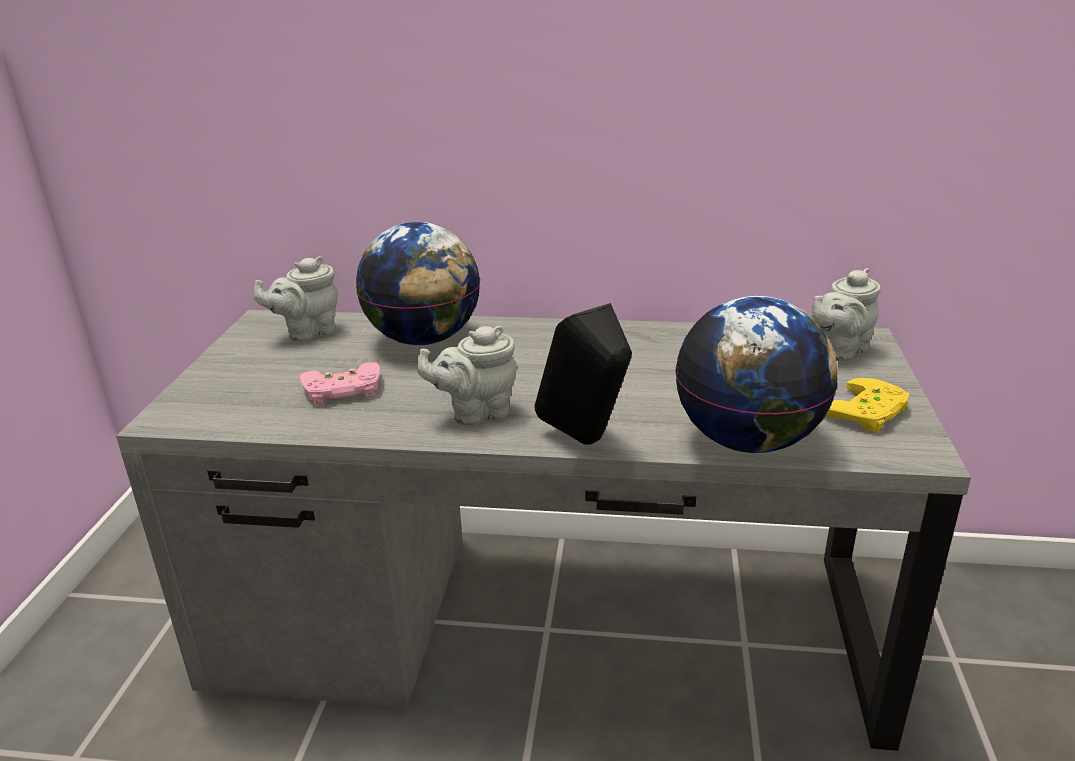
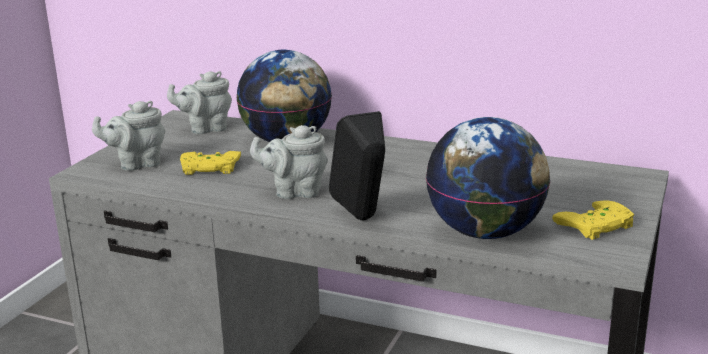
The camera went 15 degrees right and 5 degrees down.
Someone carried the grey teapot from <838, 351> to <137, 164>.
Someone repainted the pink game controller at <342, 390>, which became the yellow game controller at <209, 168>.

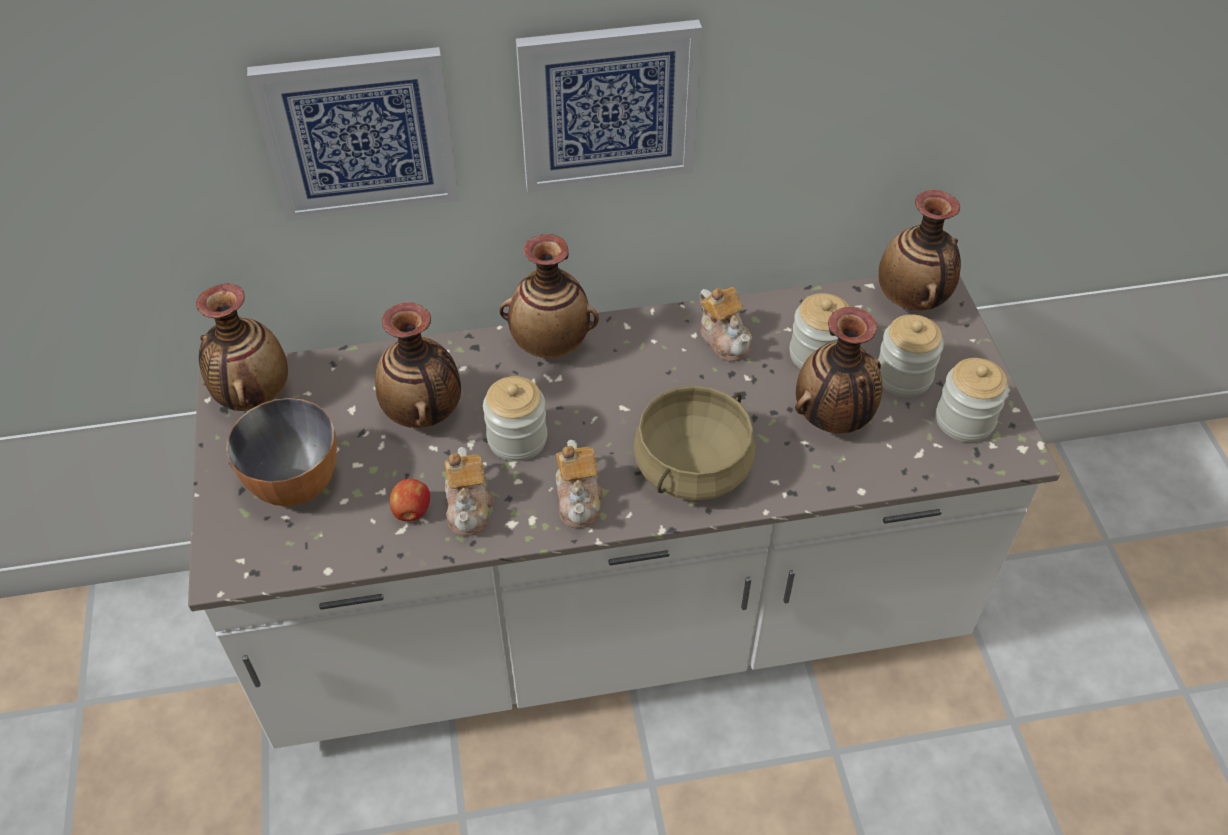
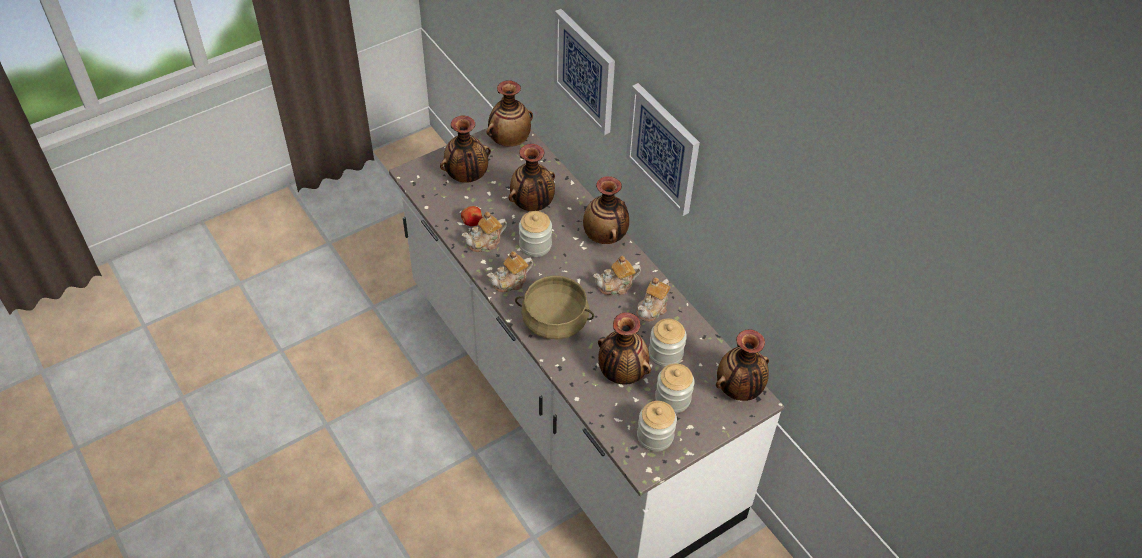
The camera went 65 degrees right and 0 degrees up.
Someone put down the teapot at <616, 285>.
Someone swapped the bowl at <295, 484> for the vase at <467, 176>.

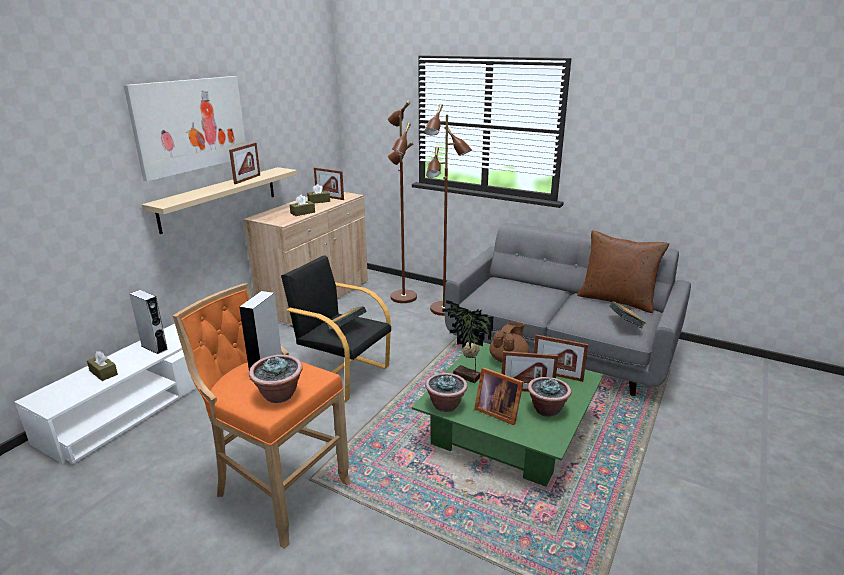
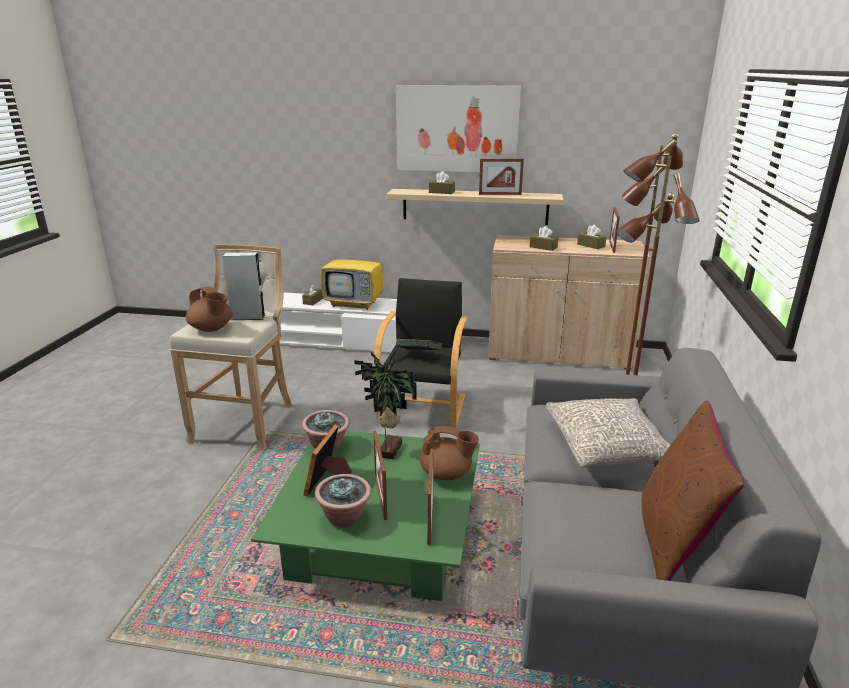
The camera went 70 degrees right and 0 degrees up.
Someone took away the book at <625, 325>.
Someone put down the brown tissue box at <441, 192>.
Someone put down the grey pillow at <608, 446>.
Someone swapped the grey speaker at <154, 347> for the television at <355, 304>.
Someone swapped the potted plant at <279, 395> for the brown teapot at <211, 329>.
Someone repainted the orange stool at <277, 491>, which became the beige stool at <247, 421>.

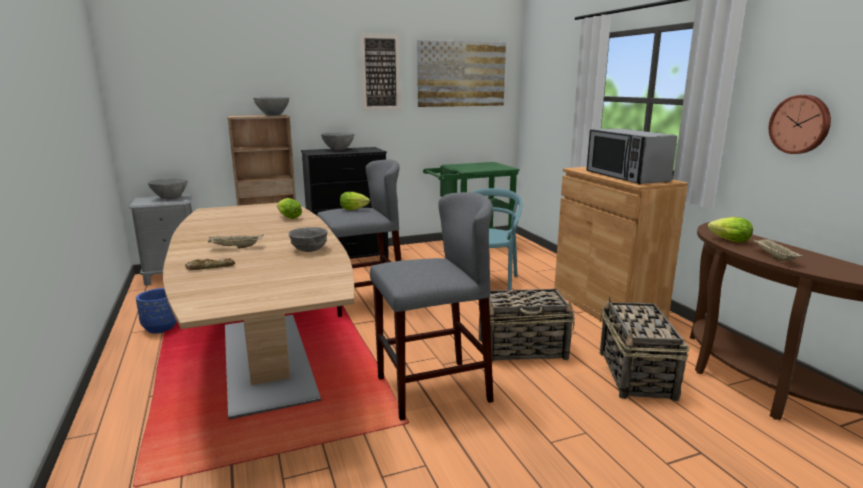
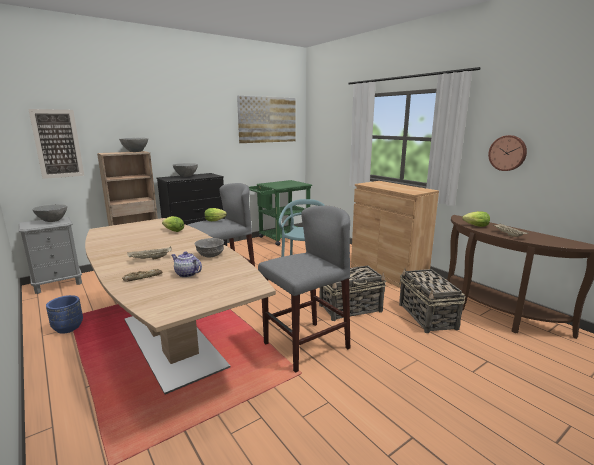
The camera went 15 degrees left and 0 degrees up.
Someone took away the microwave at <626, 177>.
Someone put down the teapot at <186, 274>.
Someone carried the picture from <380, 72> to <57, 144>.

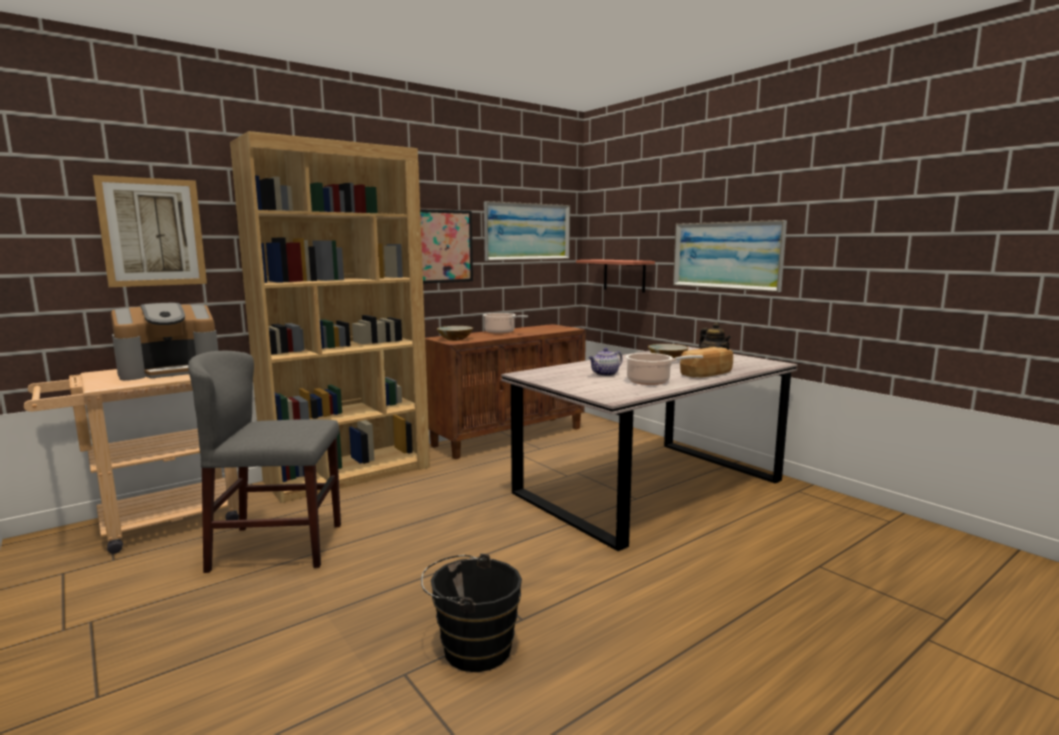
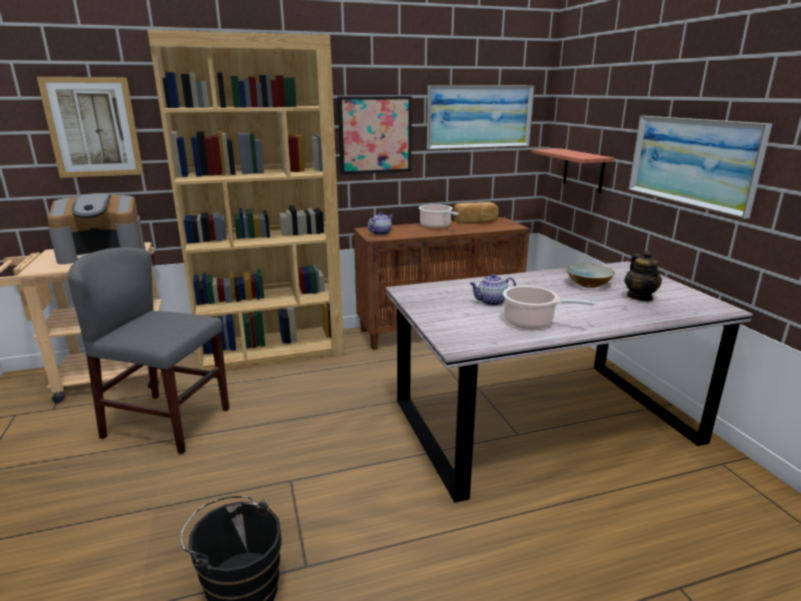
The camera went 20 degrees right and 10 degrees up.
Someone carried the bread from <707, 374> to <476, 222>.
Someone swapped the bowl at <455, 339> for the teapot at <380, 233>.

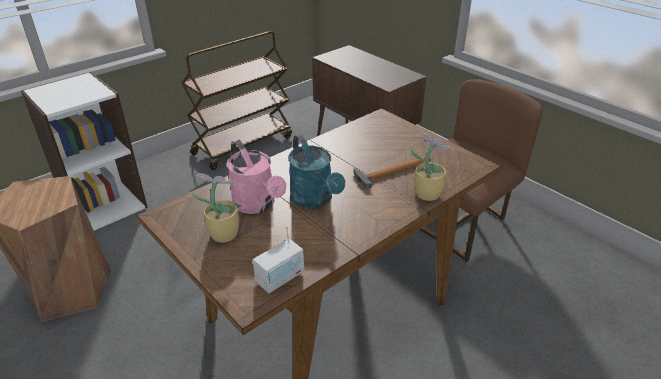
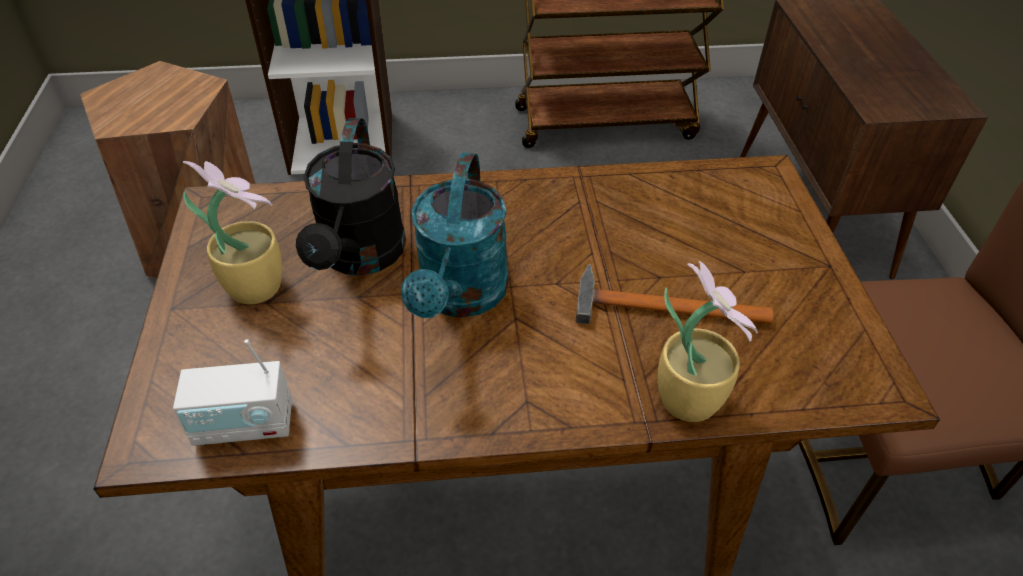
The camera went 35 degrees right and 10 degrees up.
Someone repainted the pink watering can at <257, 205>, which became the black watering can at <360, 257>.

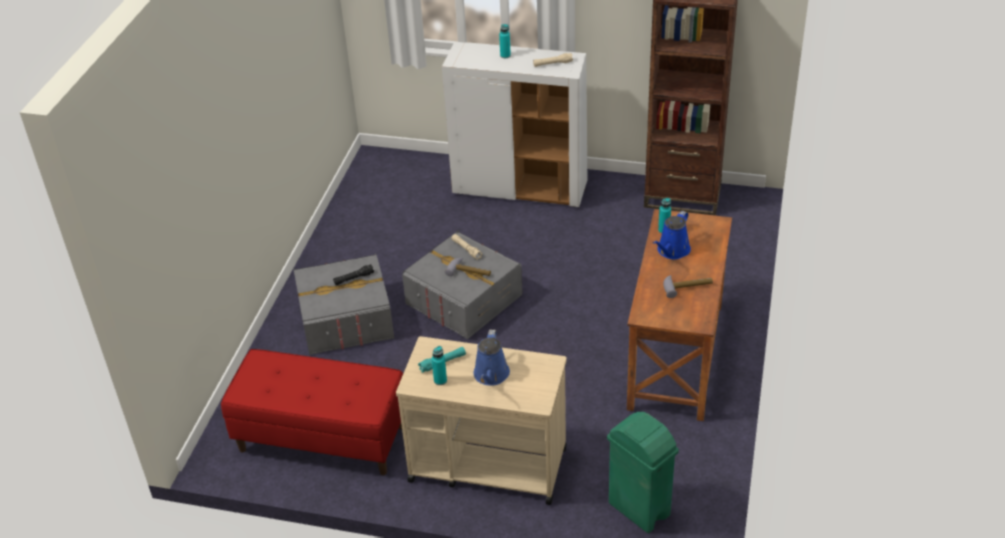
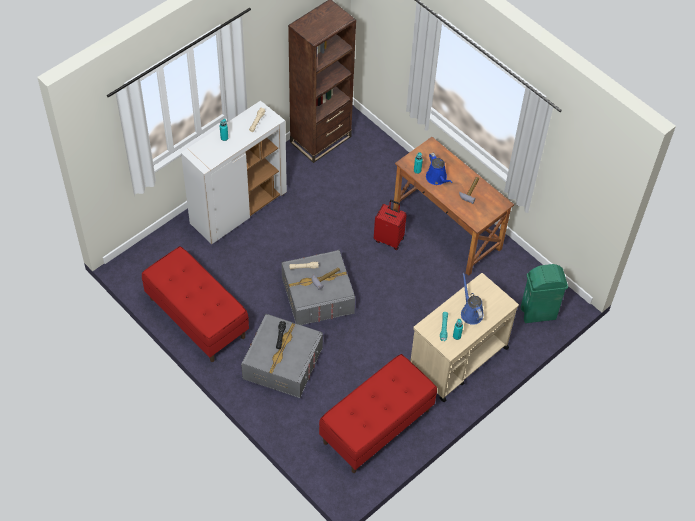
The camera went 60 degrees left and 15 degrees up.
Someone put down the red bench at <196, 318>.
Someone put down the red suitcase at <389, 239>.
Someone rotated the blue watering can at <491, 375> by 150 degrees counterclockwise.

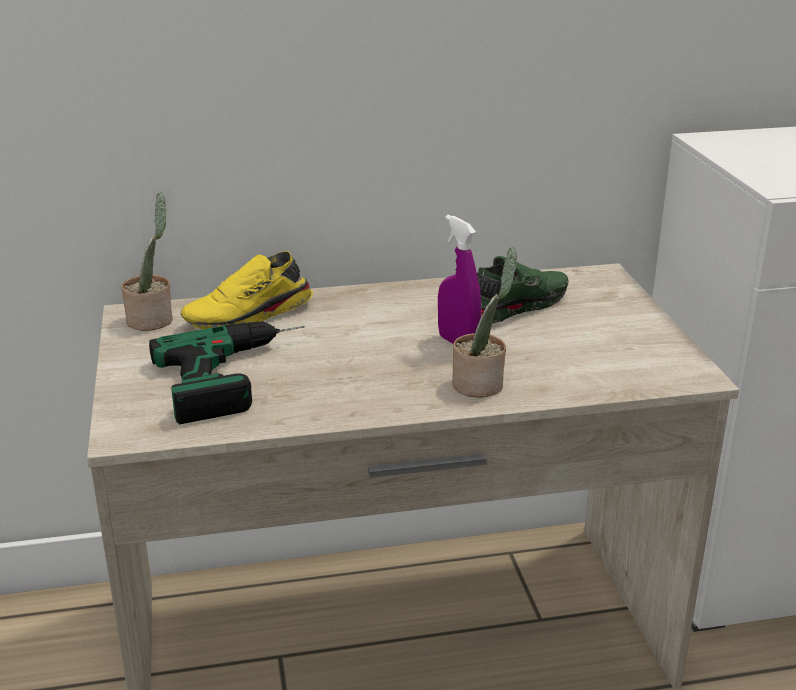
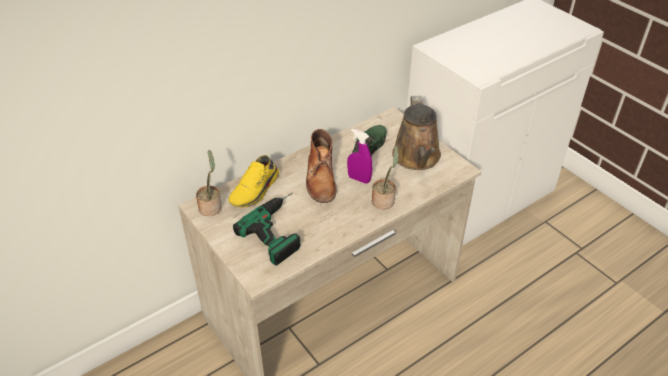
The camera went 25 degrees left and 15 degrees up.
Someone put down the brown boot at <321, 178>.
Someone put down the brown watering can at <417, 158>.

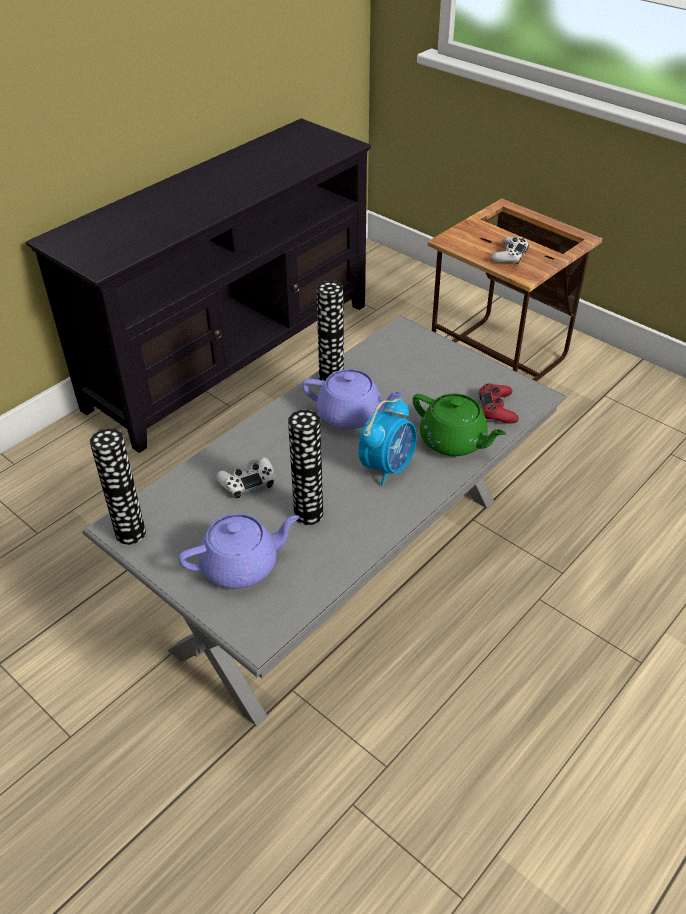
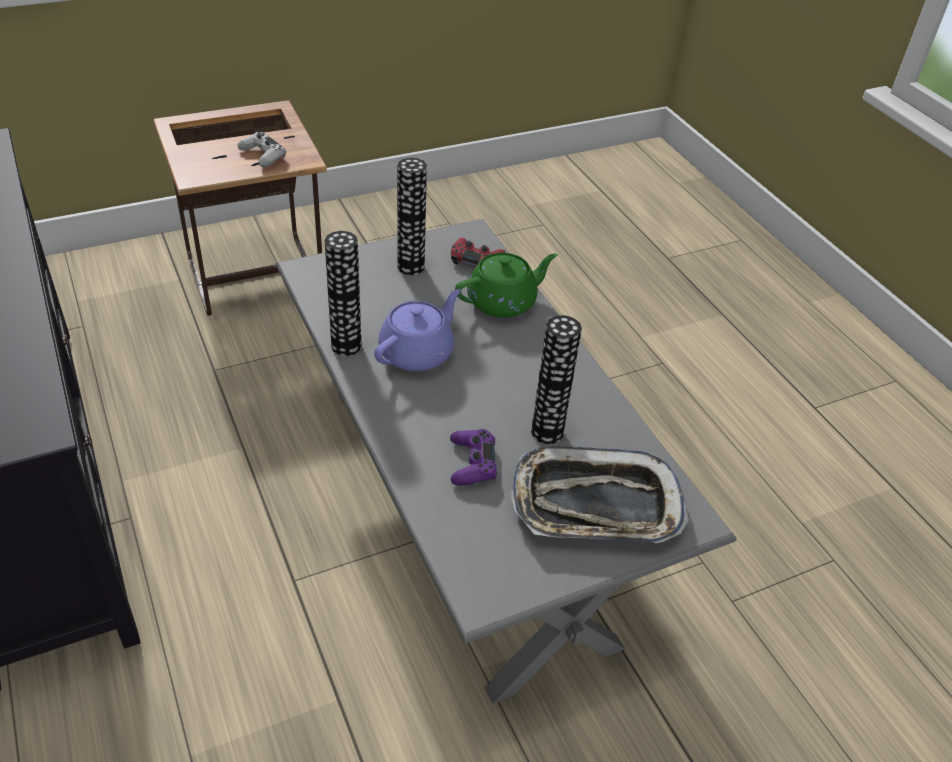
The camera went 70 degrees left and 0 degrees up.
Someone took away the alarm clock at <387, 467>.
Someone carried the vase from <130, 533> to <410, 267>.
Someone swapped the purple teapot at <242, 565> for the tray at <595, 505>.
Someone repainted the white game controller at <248, 482>, which became the purple game controller at <472, 463>.

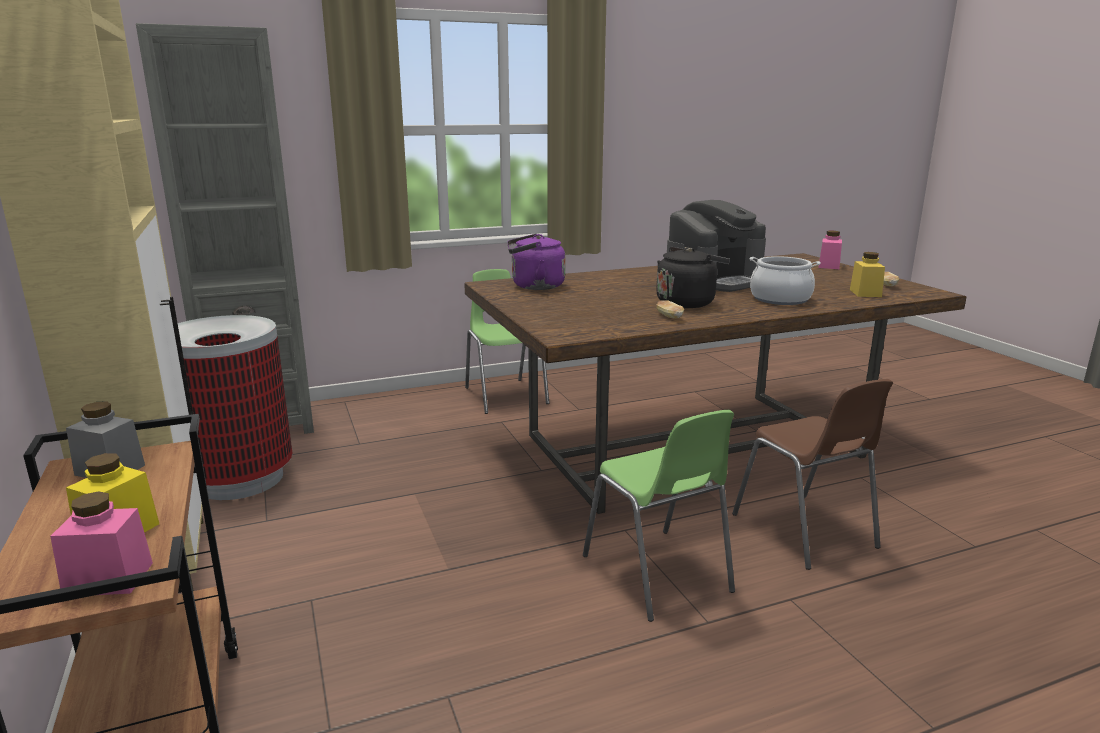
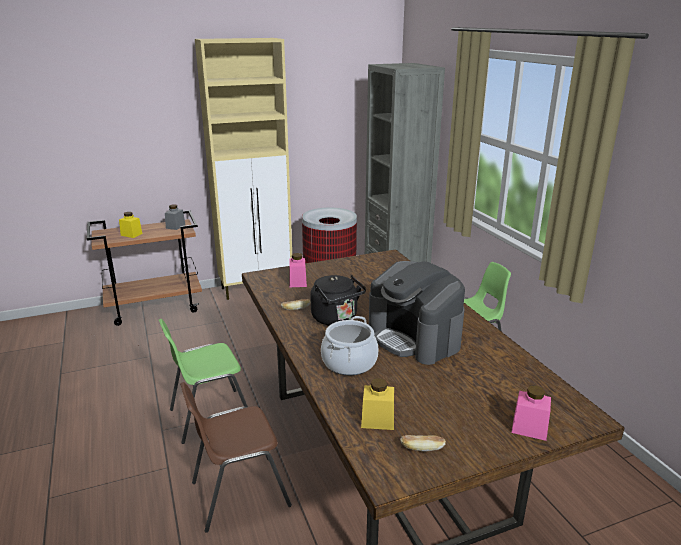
The camera went 90 degrees right and 5 degrees up.
Someone took away the purple kettle at <534, 286>.
Someone carried the pink jar from <108, 579> to <298, 282>.

